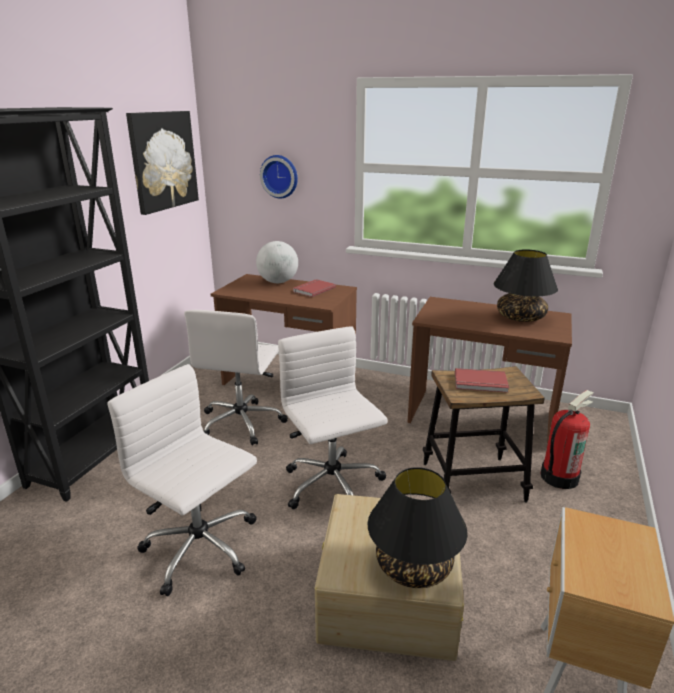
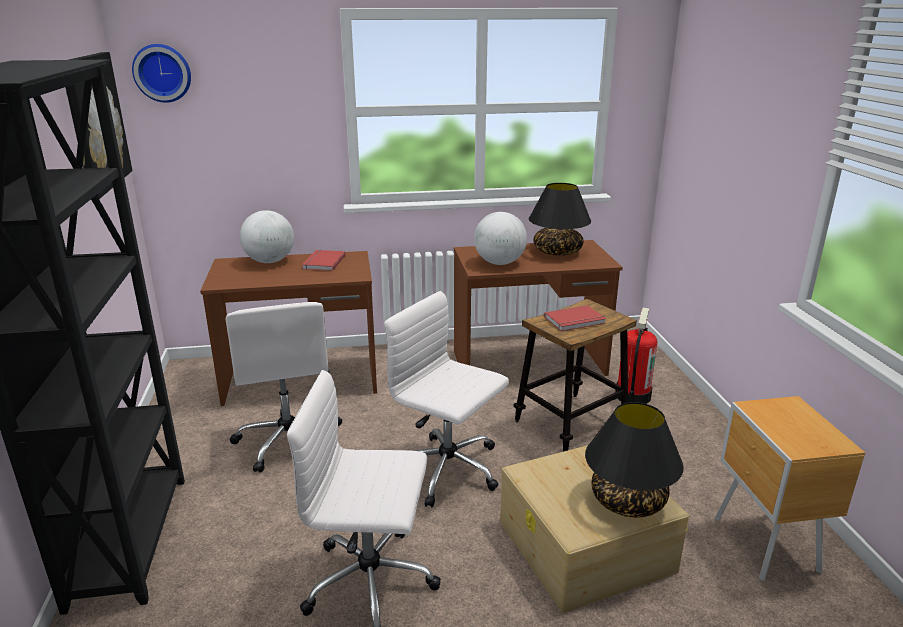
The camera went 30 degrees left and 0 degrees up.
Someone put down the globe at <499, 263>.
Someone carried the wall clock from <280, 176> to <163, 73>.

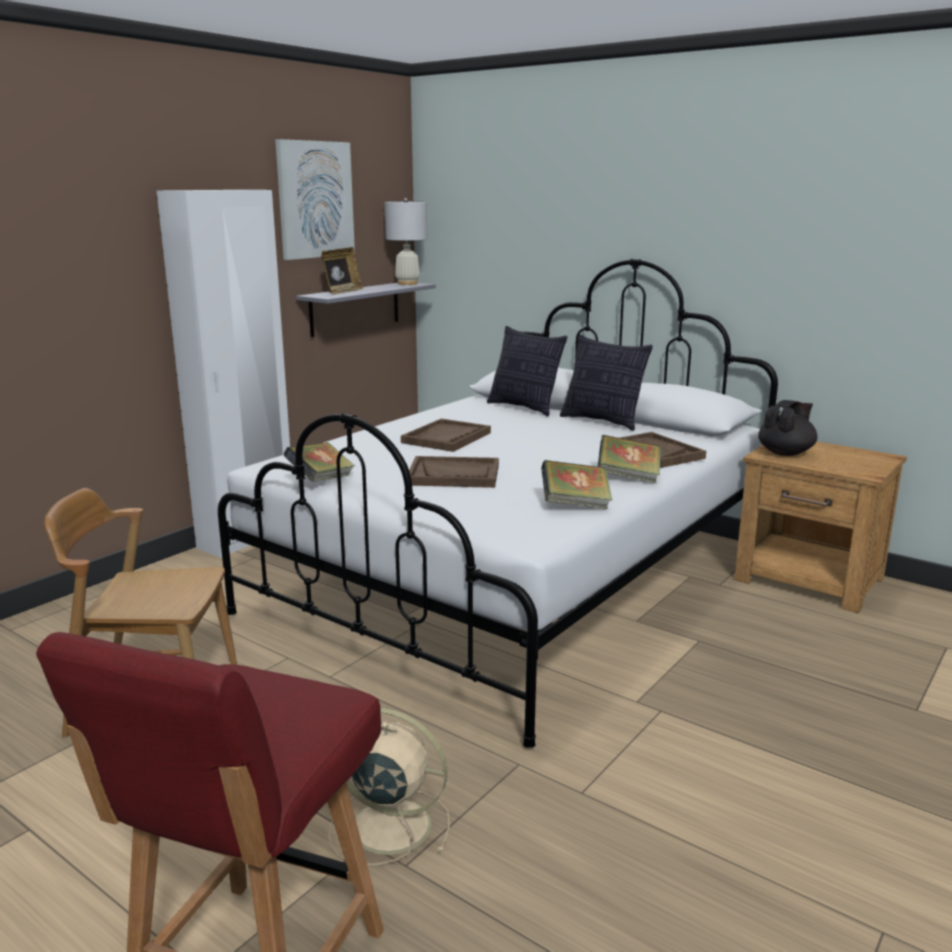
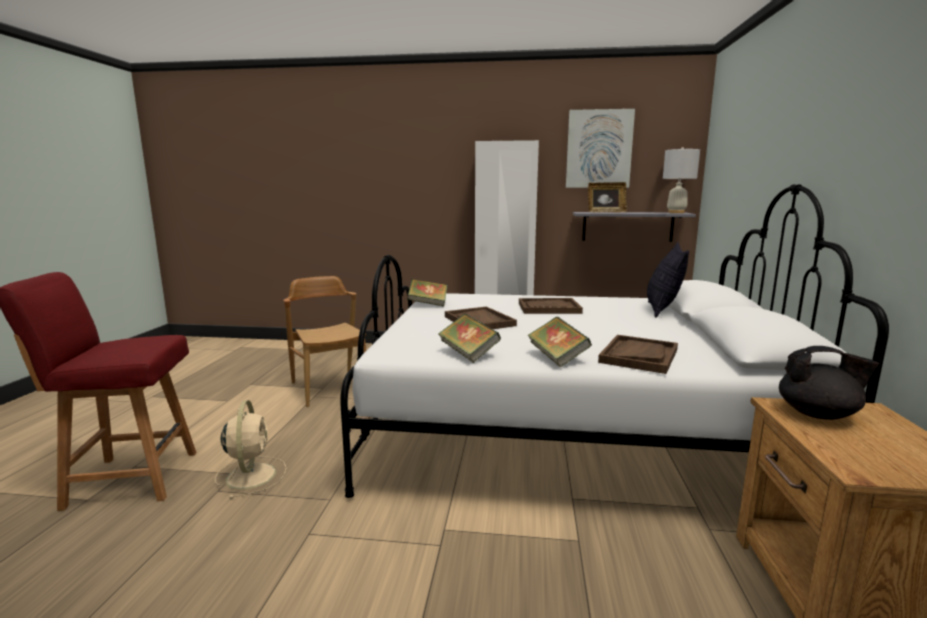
The camera went 60 degrees right and 5 degrees down.
Someone took away the pillow at <602, 421>.

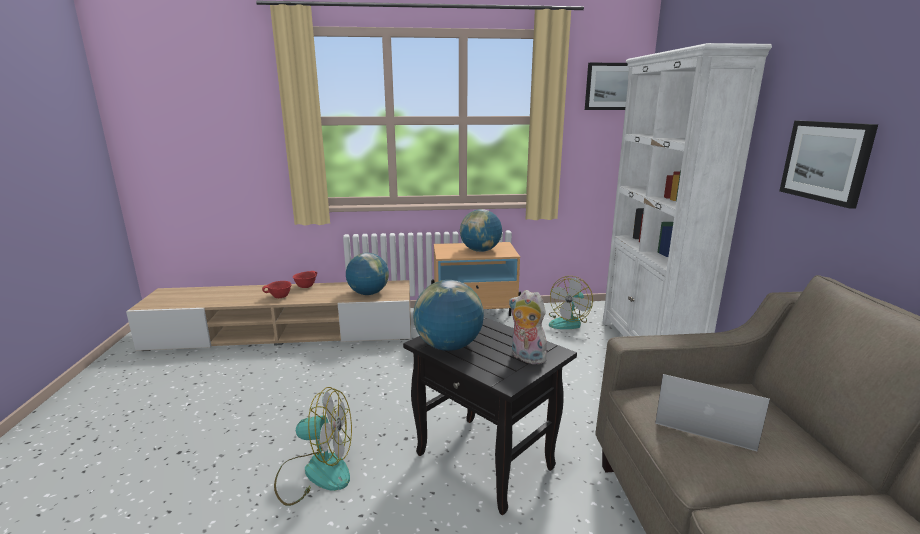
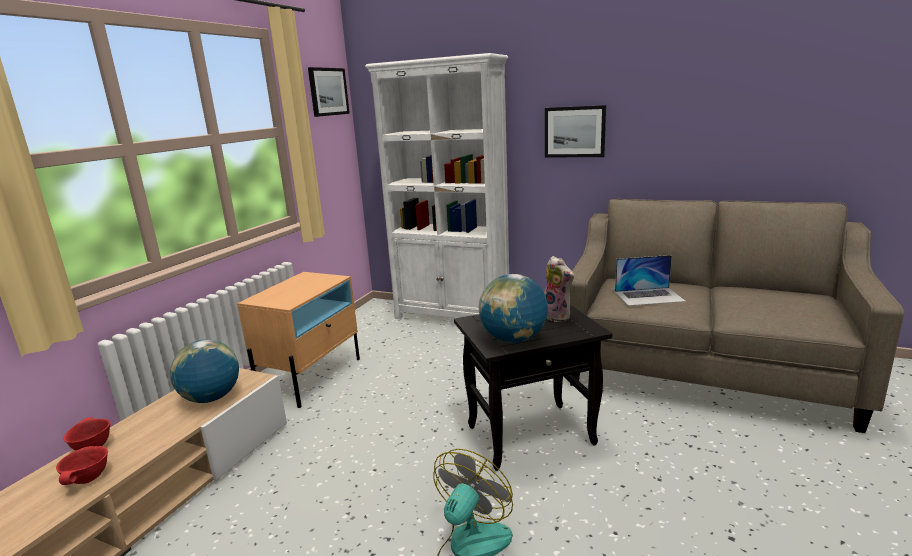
The camera went 60 degrees left and 0 degrees up.
Someone took away the globe at <480, 250>.
Someone took away the fan at <568, 322>.
Someone rotated the plush toy at <526, 357> by 105 degrees counterclockwise.
Someone rotated the laptop at <704, 420> by 150 degrees counterclockwise.

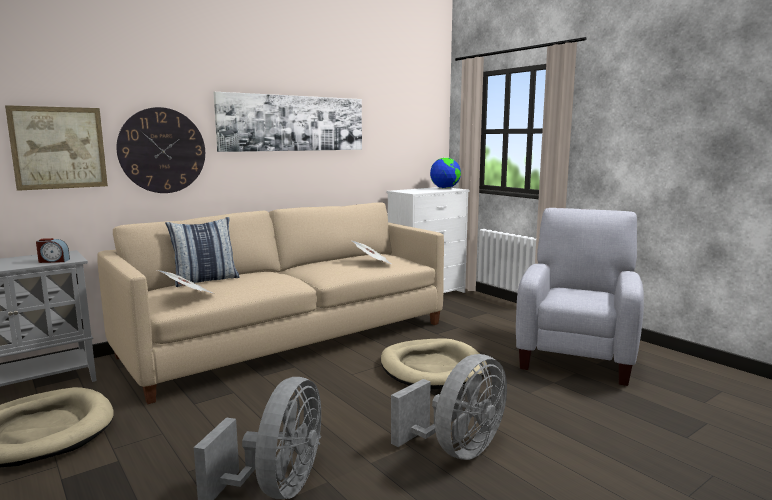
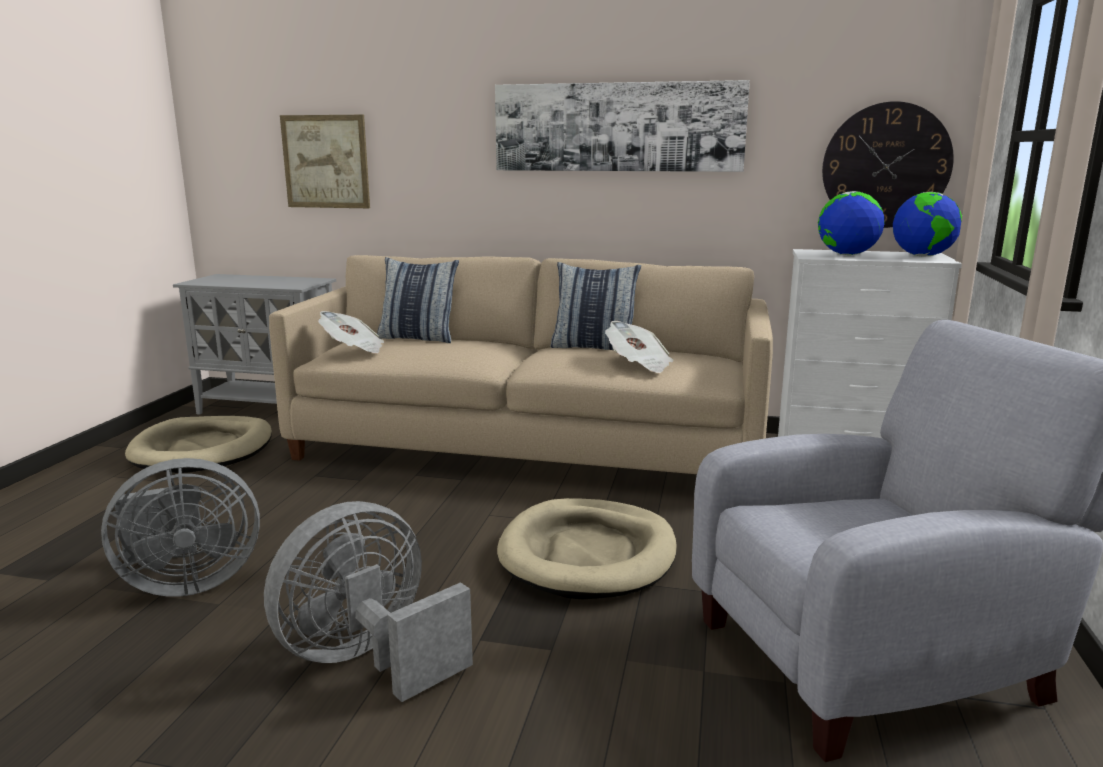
The camera went 50 degrees right and 5 degrees up.
Someone took away the alarm clock at <53, 261>.
Someone put down the pillow at <594, 347>.
Someone put down the globe at <847, 255>.
Someone carried the wall clock from <162, 150> to <886, 166>.
Someone rotated the grey fan at <457, 449> by 135 degrees clockwise.

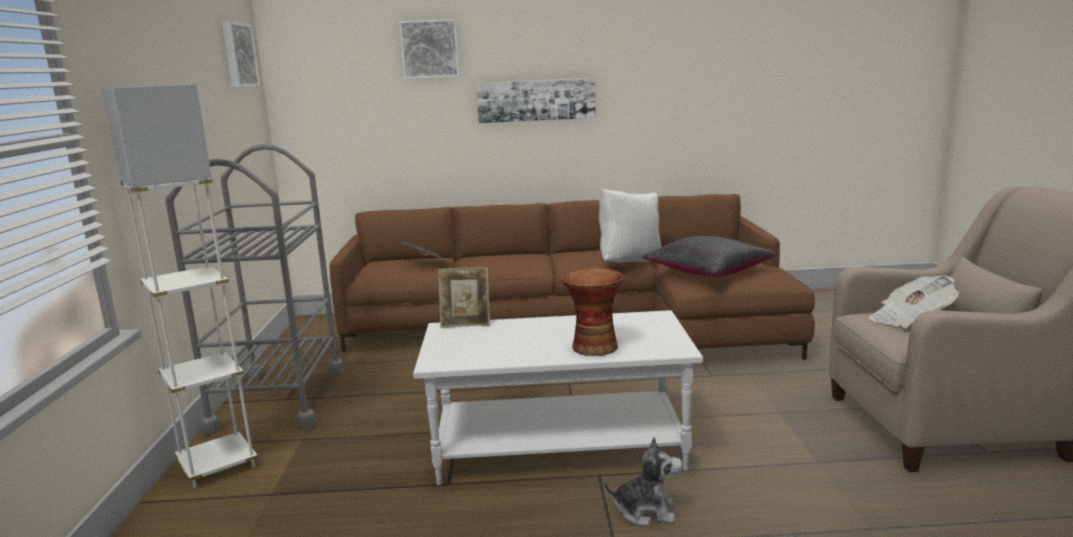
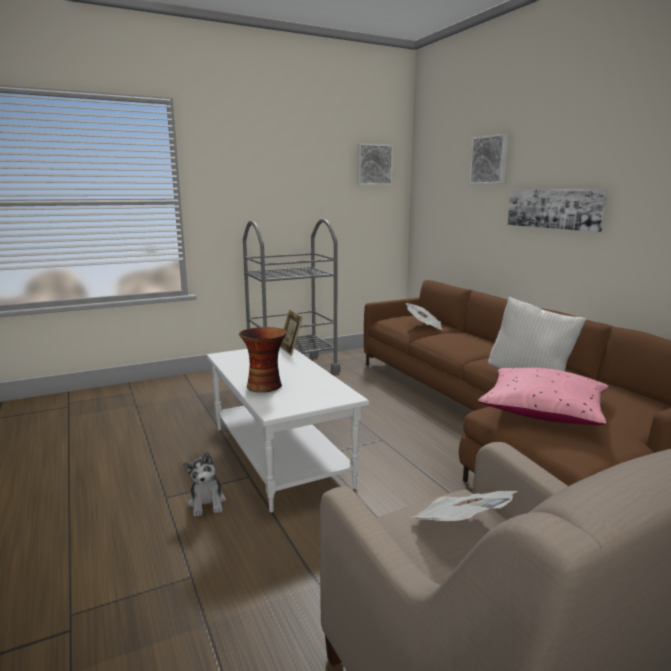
The camera went 65 degrees right and 0 degrees up.
Someone took away the white floor lamp at <217, 465>.
Someone repainted the black pillow at <708, 272>, which became the pink pillow at <543, 411>.

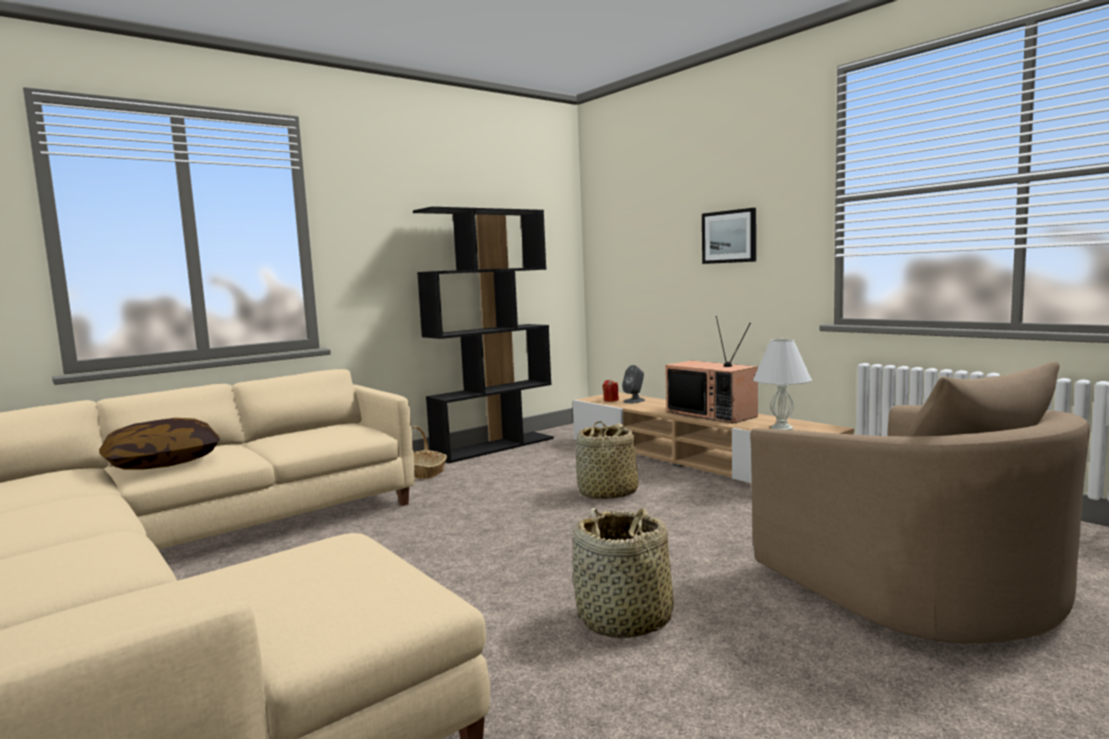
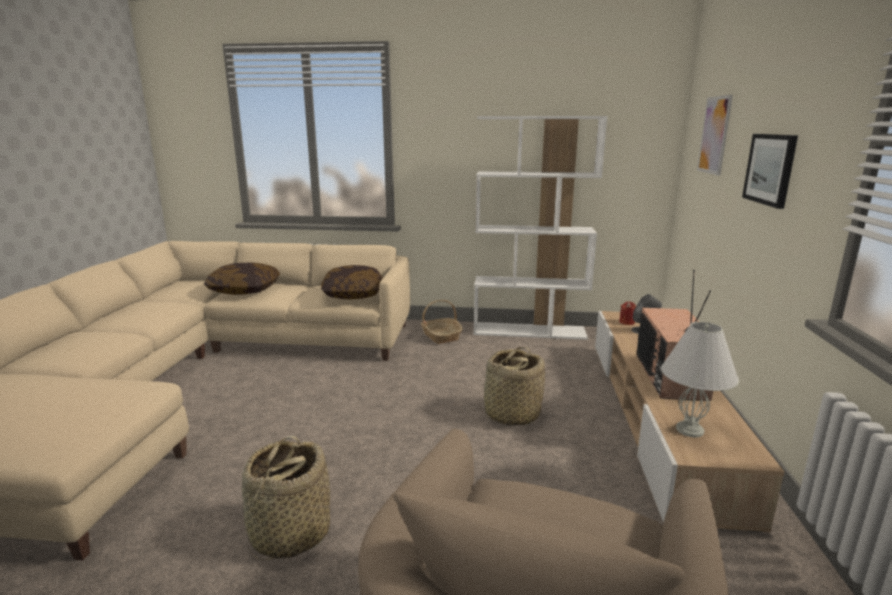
The camera went 45 degrees right and 10 degrees up.
Someone put down the pillow at <353, 294>.
Someone put up the picture at <714, 135>.
Someone repainted the black bookcase at <494, 447>, which became the white bookcase at <530, 331>.

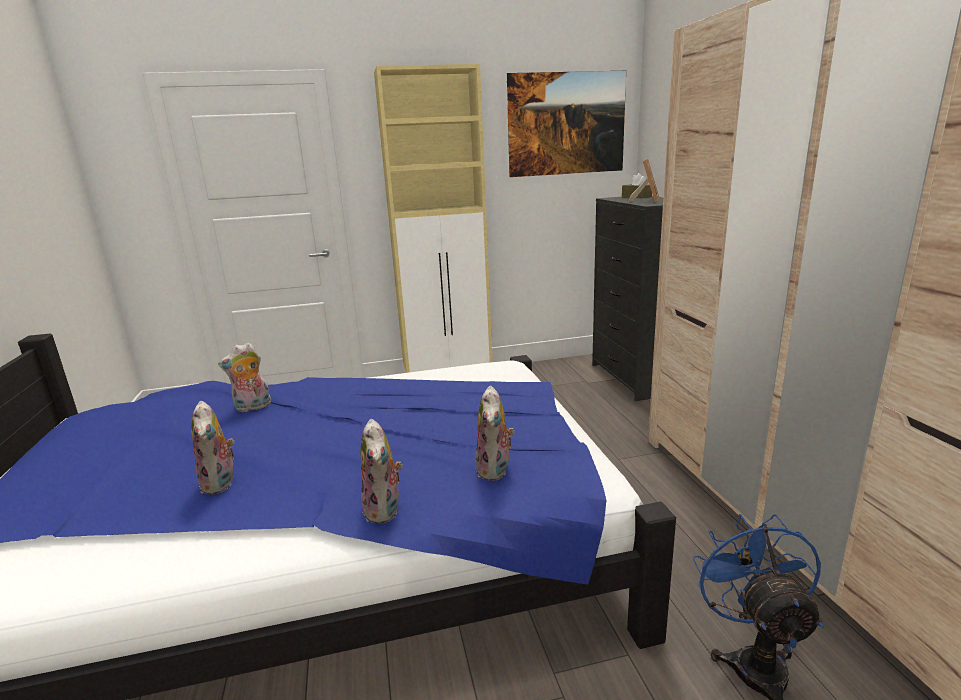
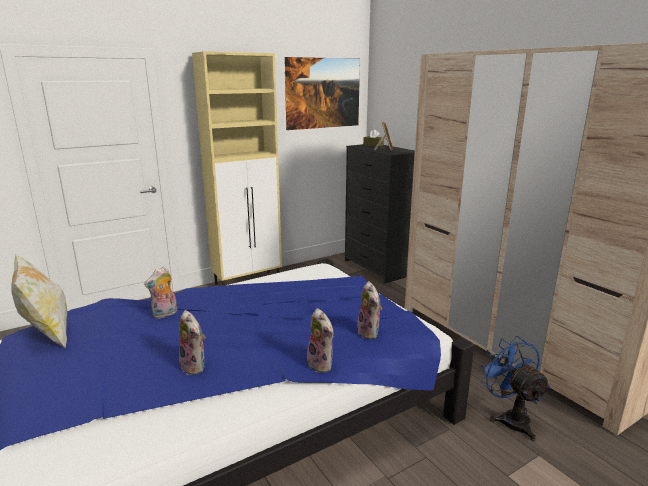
The camera went 20 degrees left and 0 degrees up.
Someone put down the pillow at <48, 334>.

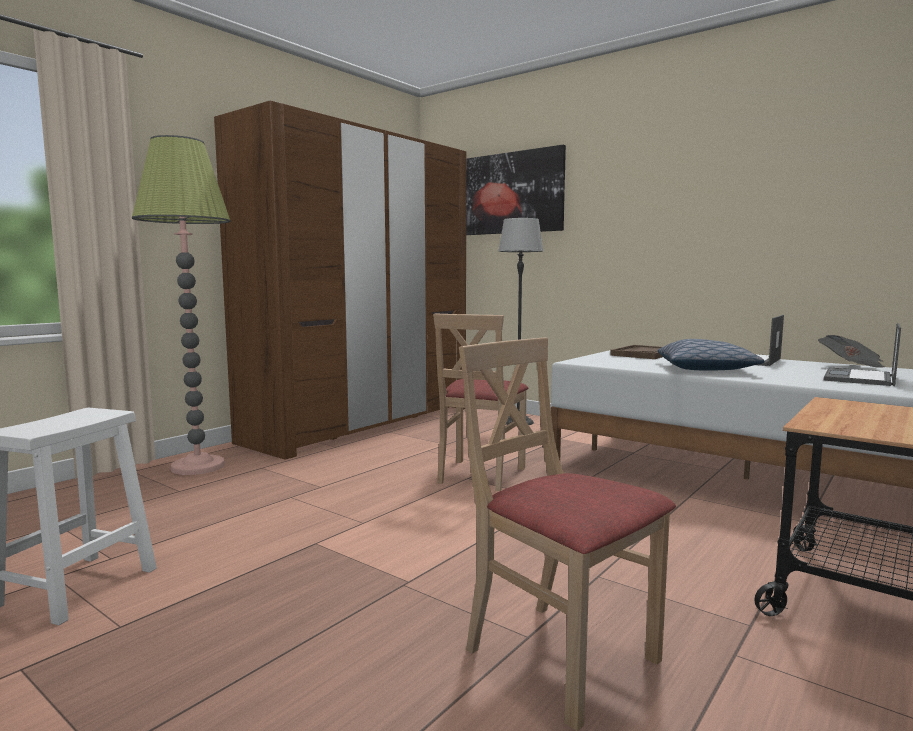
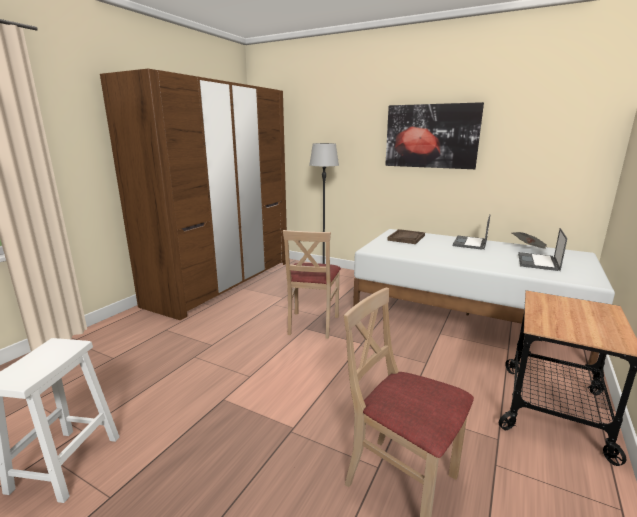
The camera went 10 degrees left and 10 degrees up.
Someone took away the floor lamp at <198, 467>.
Someone took away the pillow at <706, 369>.
Someone carried the picture from <512, 193> to <431, 136>.

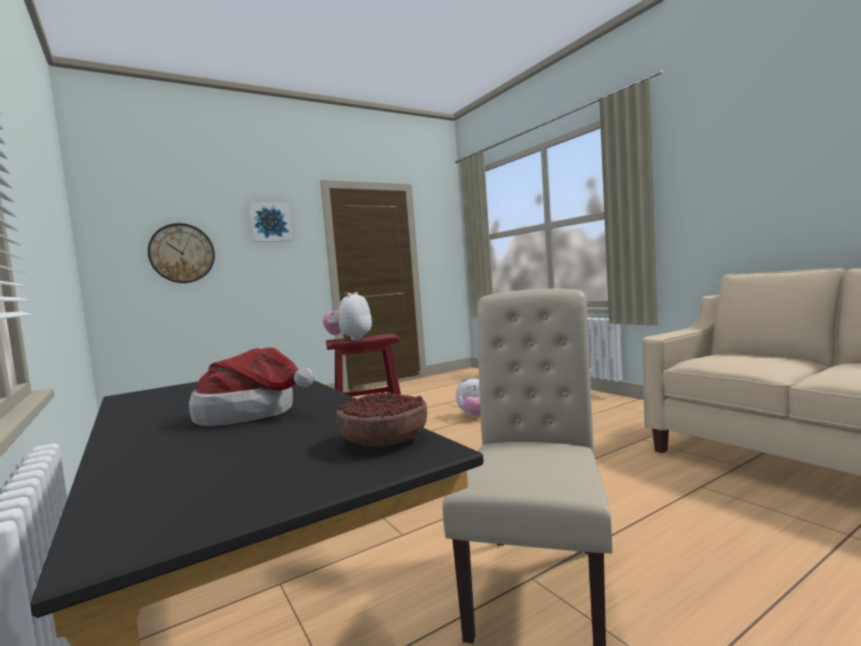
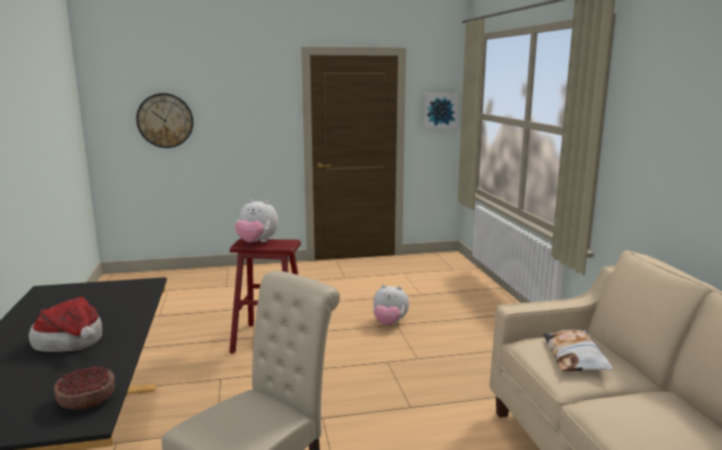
The camera went 20 degrees right and 10 degrees up.
Someone put down the pillow at <575, 357>.
Someone carried the picture from <270, 222> to <440, 110>.
Someone rotated the plush toy at <350, 339> by 105 degrees counterclockwise.

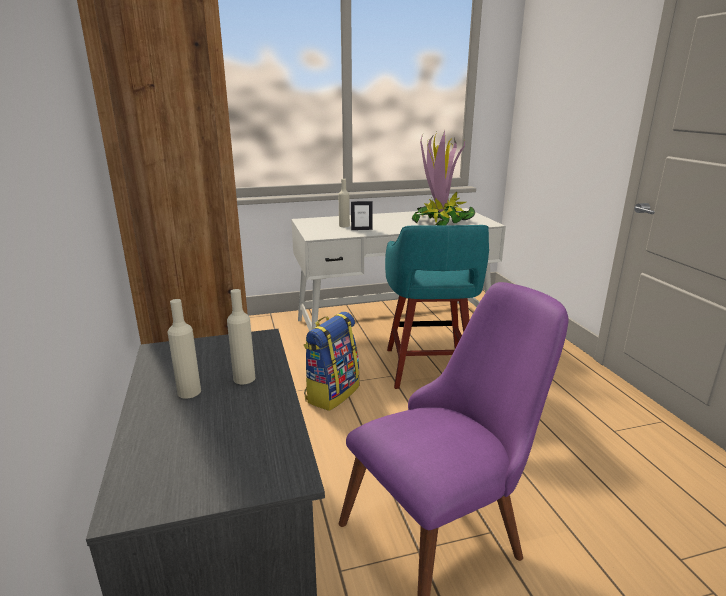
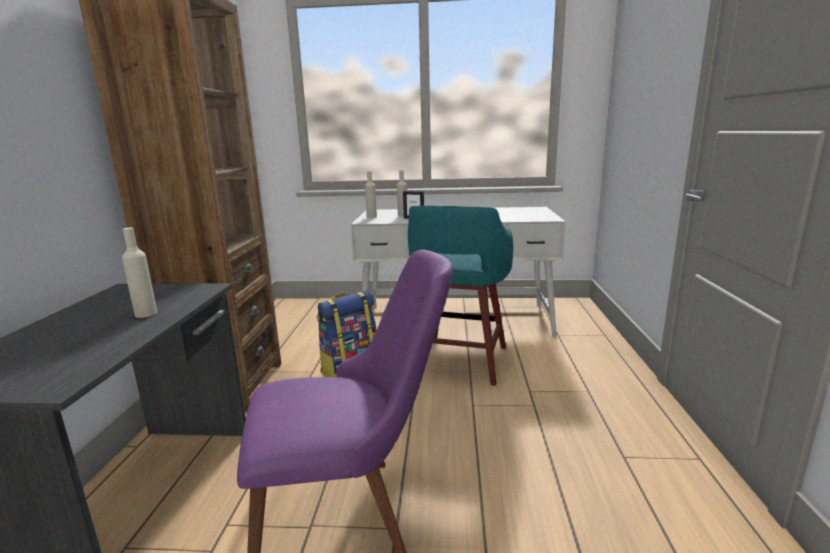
The camera went 20 degrees right and 5 degrees down.
Someone took away the potted plant at <440, 221>.
Someone carried the beige bottle from <189, 392> to <371, 216>.

